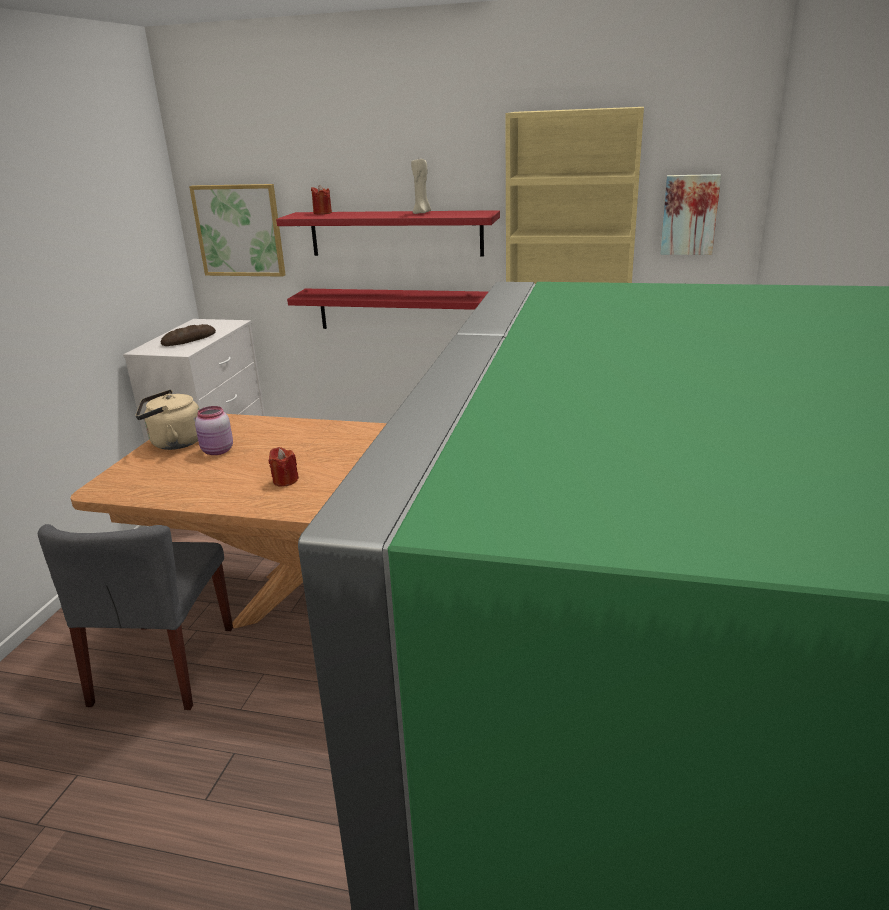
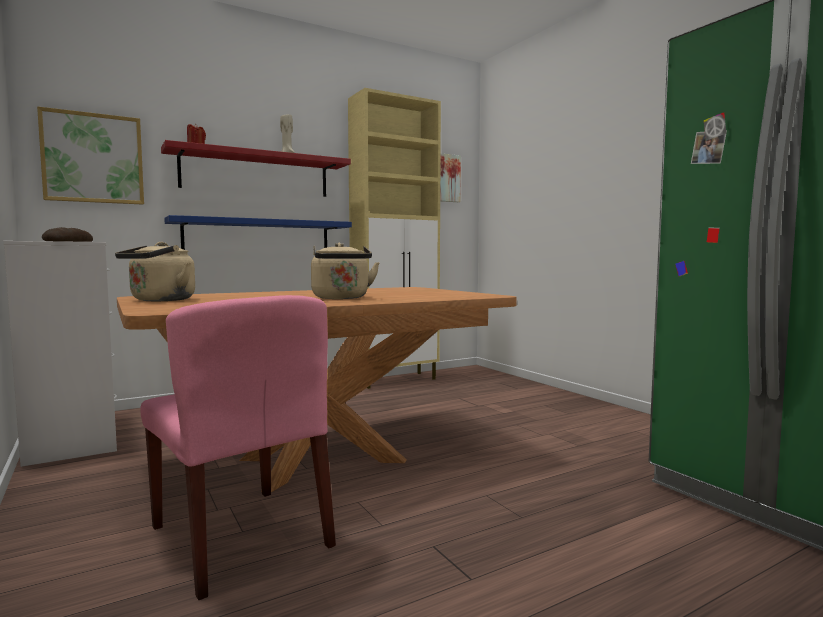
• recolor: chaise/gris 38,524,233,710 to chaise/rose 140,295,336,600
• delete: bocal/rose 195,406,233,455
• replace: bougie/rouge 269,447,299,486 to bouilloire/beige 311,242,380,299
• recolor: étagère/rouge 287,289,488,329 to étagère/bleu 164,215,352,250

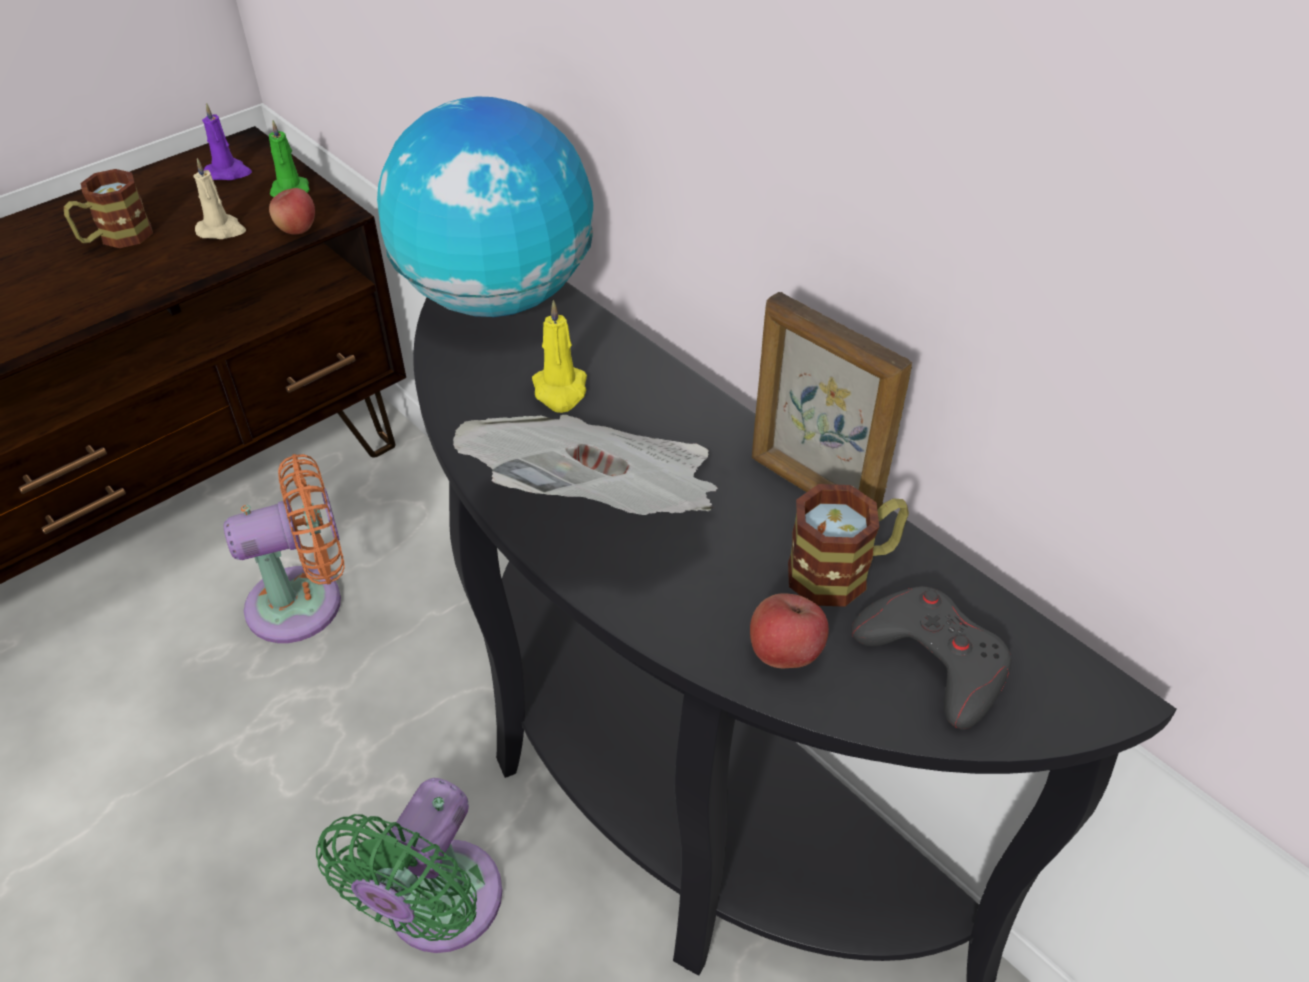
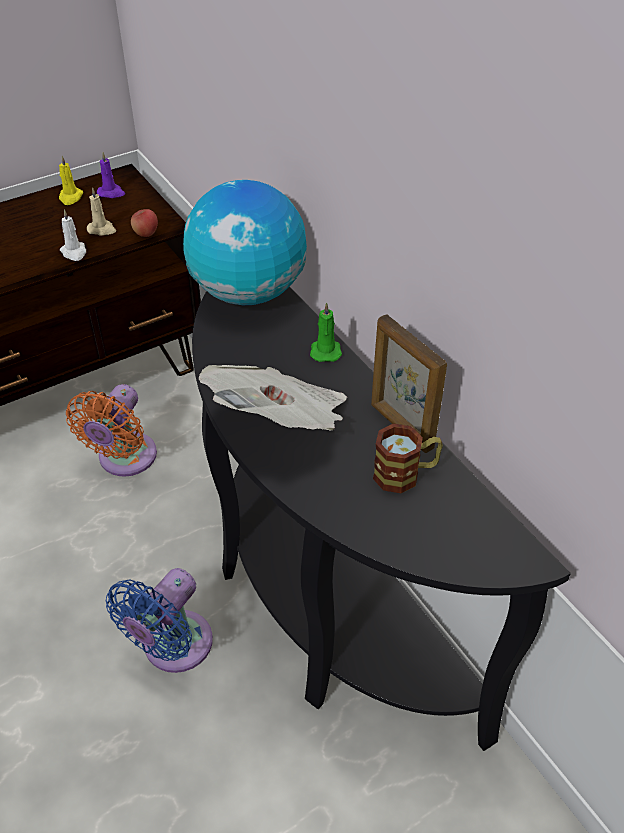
• delete: mug 64,169,153,248
• rotate: ventilateur/orange 223,454,345,643 = 66,384,157,477 120 degrees clockwise
• move: bougie/vert 269,120,310,197 to 310,302,342,362
• recolor: ventilateur/vert 316,778,502,953 to ventilateur/bleu 106,568,213,673
• move: bougie/jaune 532,300,587,413 to 59,156,84,205
• delete: pomme 750,593,829,669
• delete: manette/gris 851,586,1011,729
• insert: bougie/blanc 60,209,86,261

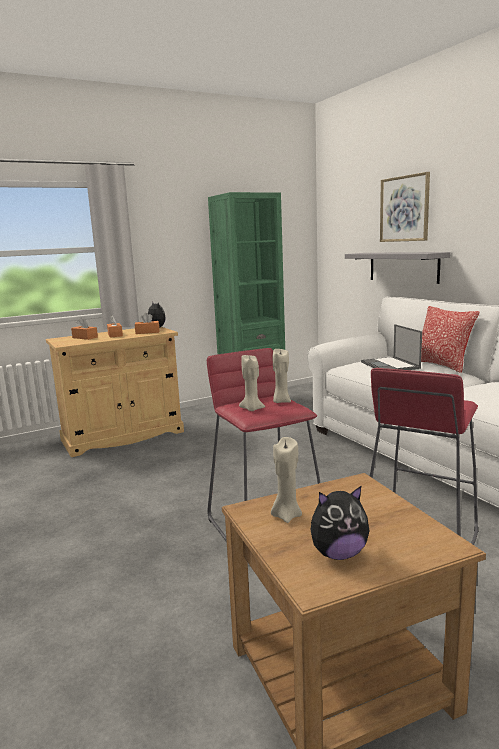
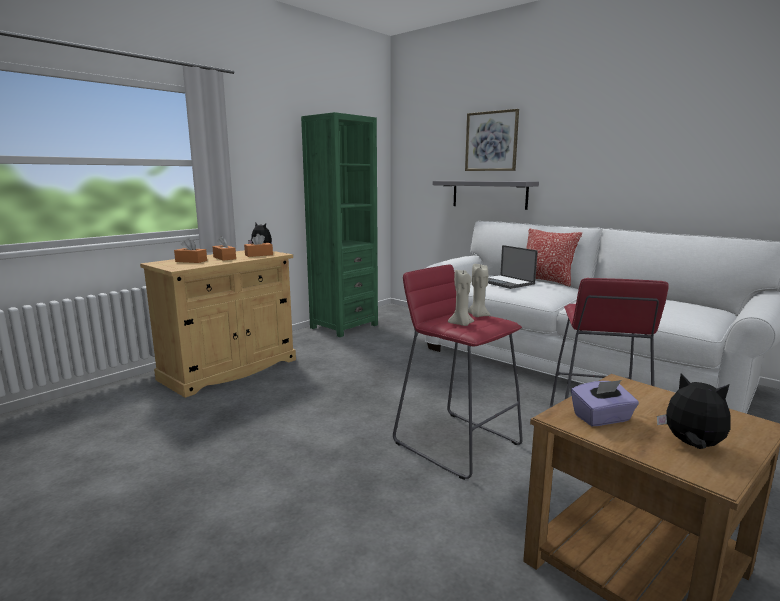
• replace: bougie/beige 271,437,302,523 to boîte à mouchoirs/violet 571,380,639,426
• rotate: peluche 311,486,369,560 = 657,373,731,449 105 degrees counterclockwise

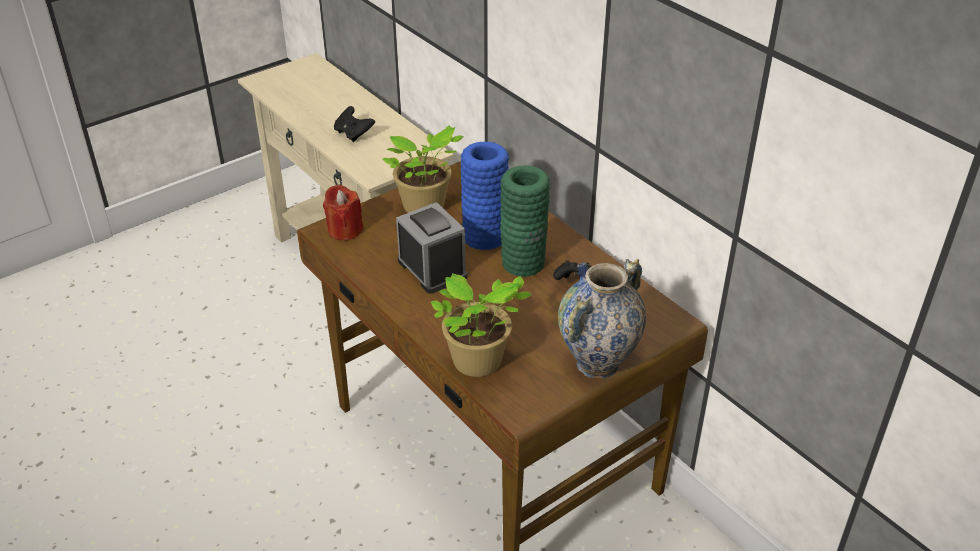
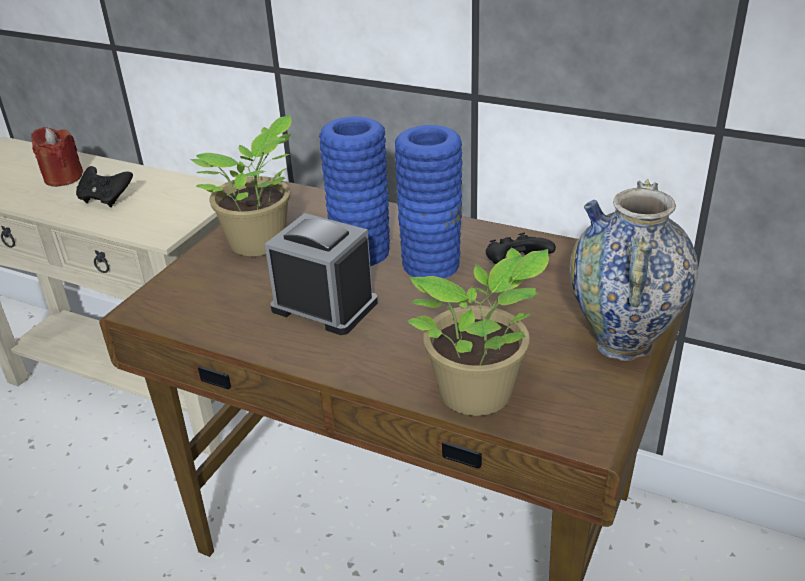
• move: bougie/rouge 323,184,363,241 to 31,127,83,187
• recolor: vase/vert 500,165,550,277 to vase/bleu 395,125,463,279

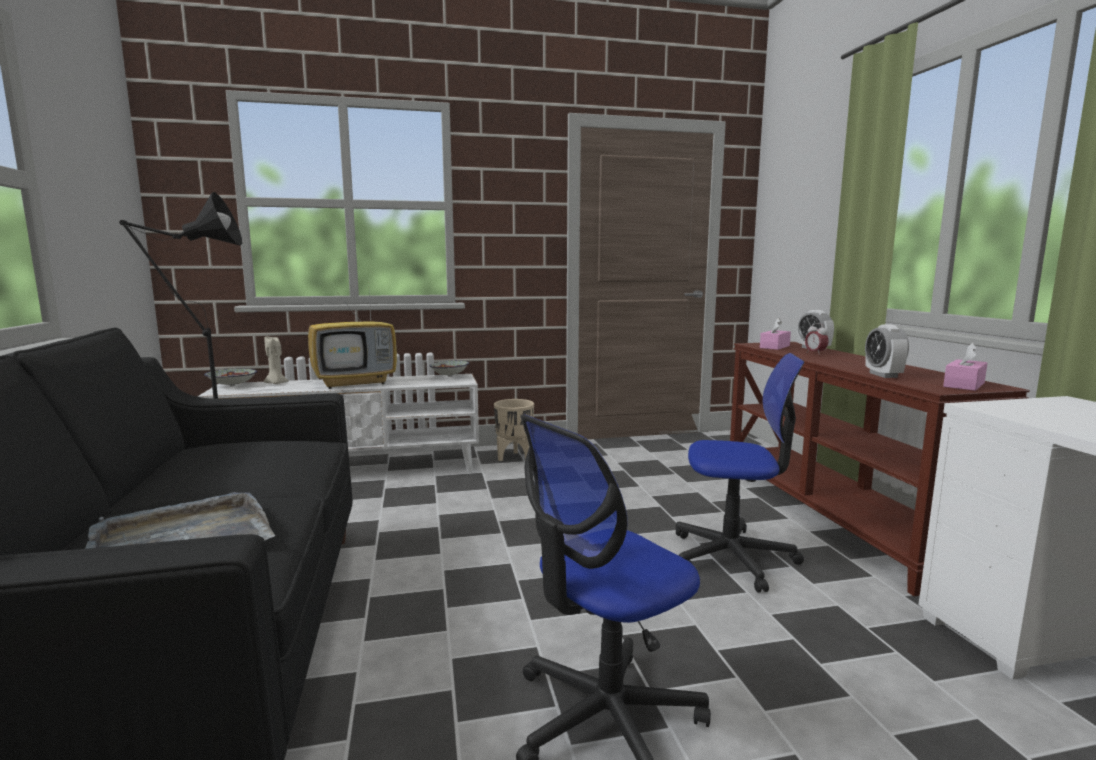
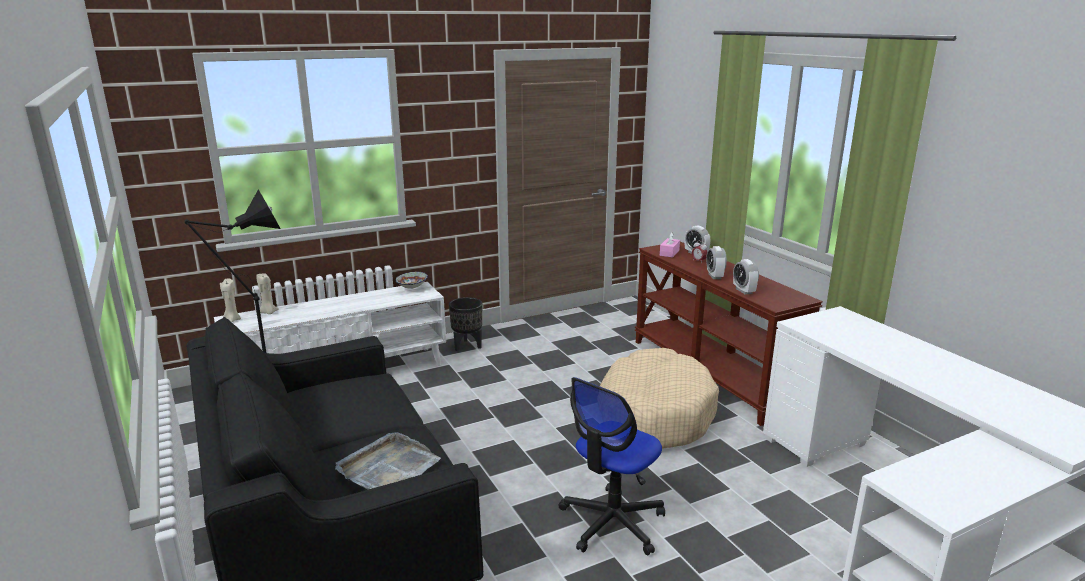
• replace: bol 204,369,258,386 to bougie/beige 220,278,241,322
• delete: téléviseur 308,279,397,389
• recolor: cache-pot/beige 494,399,534,461 to cache-pot/noir 449,297,482,351
• replace: chaise de bureau 676,353,804,593 to panier pour chien/beige 600,348,719,449
• delete: boîte à mouchoirs/rose 943,343,987,391
• insert: réveil 706,246,727,279

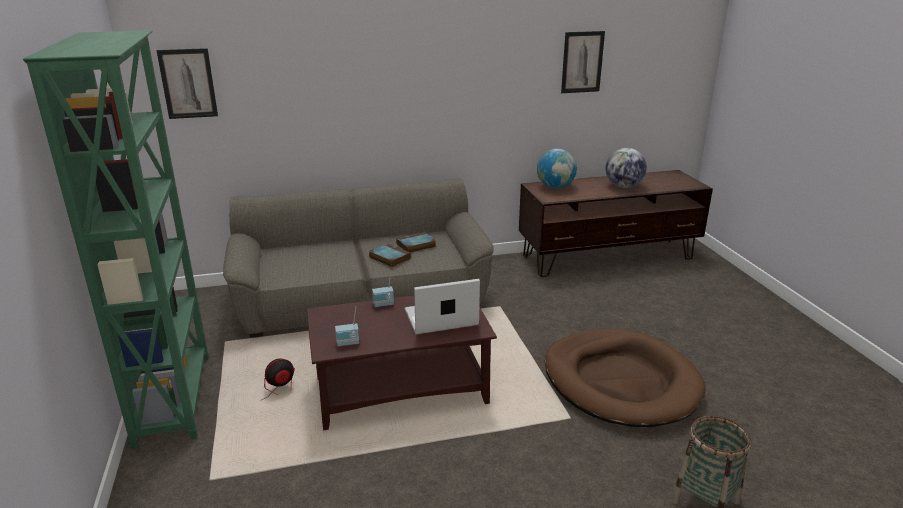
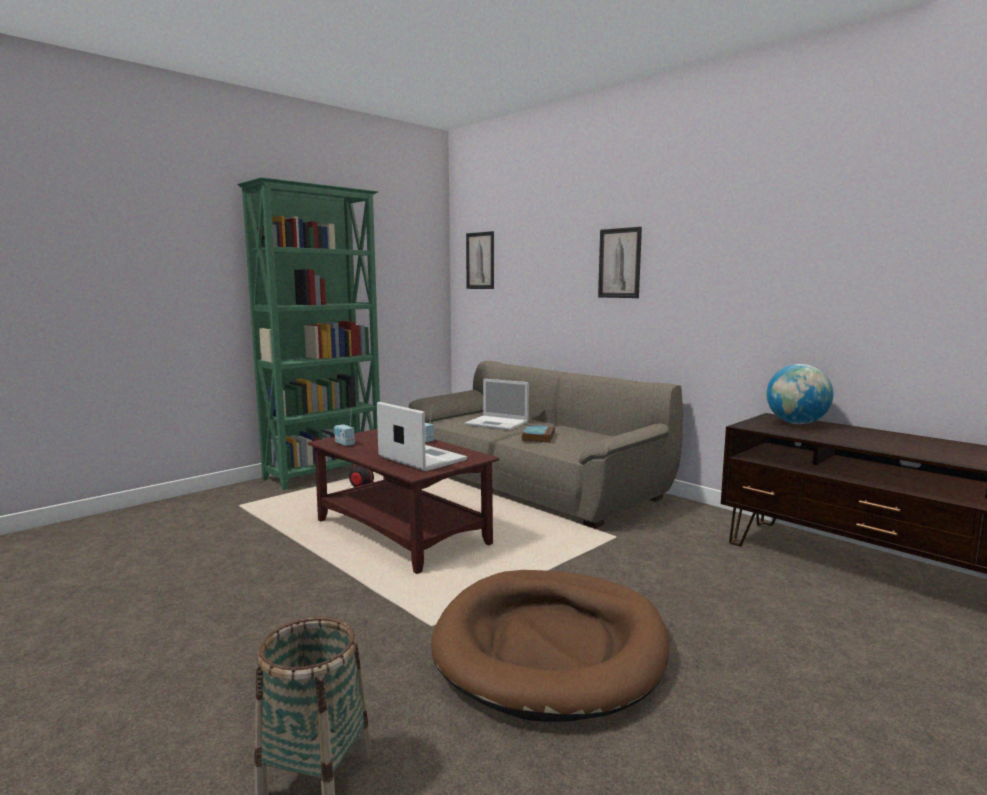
• delete: livre 396,232,436,253
• move: tableau 561,31,605,93 to 598,227,642,298
• delete: globe 605,148,647,188
• insert: ordinateur portable 464,379,529,431

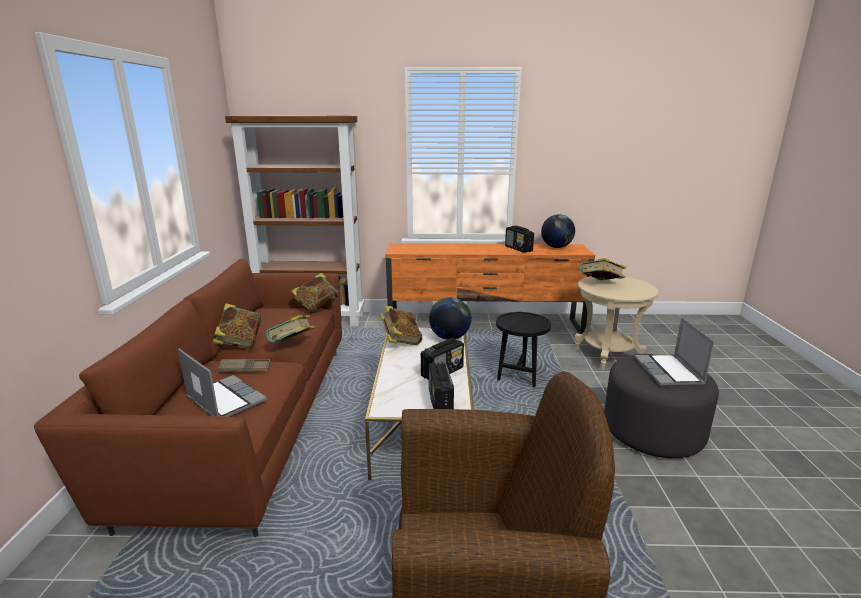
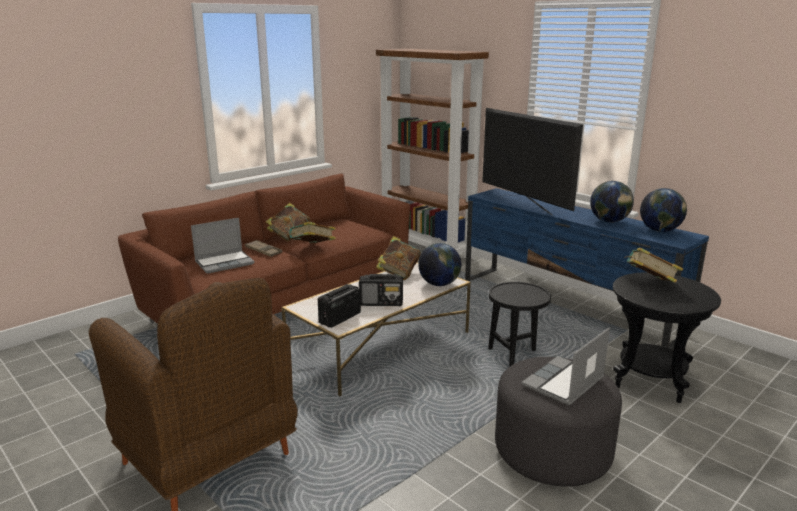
• rotate: ordinateur portable 178,349,267,417 = 191,218,255,274 60 degrees clockwise
• delete: livre 291,273,339,314
• recolor: meuble télé/orange 385,243,595,334 to meuble télé/bleu 465,188,709,350
• replace: radio 505,226,534,253 to globe 590,181,634,223
• recolor: table d'appoint/beige 575,276,658,370 to table d'appoint/noir 613,272,721,403
• insert: téléviseur 482,108,583,215

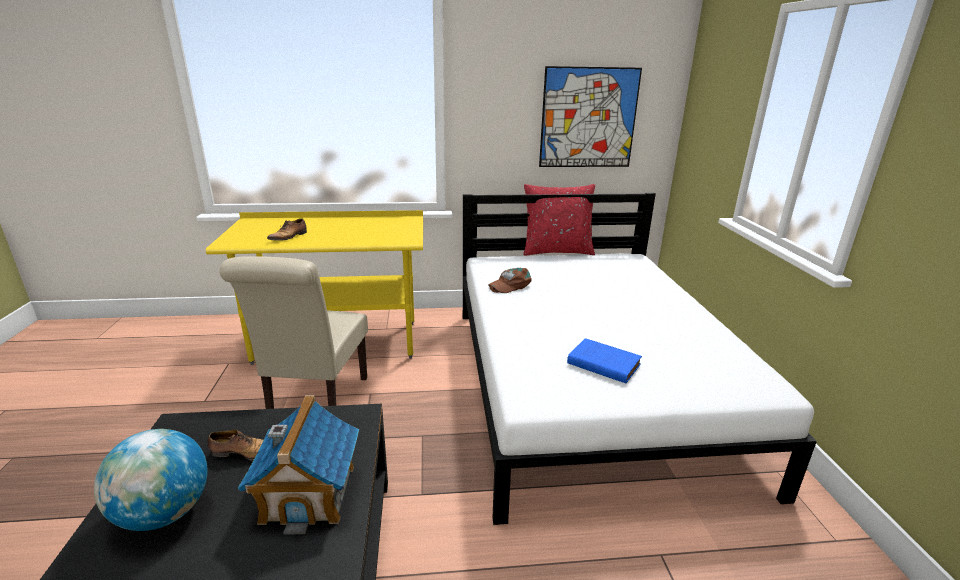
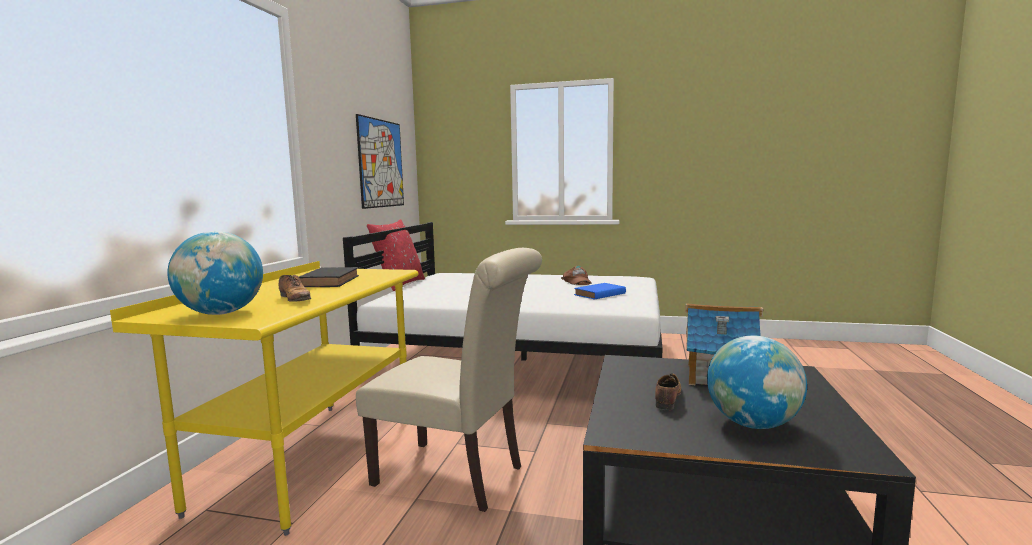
• move: casquette/marron 488,268,532,293 to 561,266,592,285
• insert: globe 167,231,263,315
• insert: livre/noir 299,267,359,287

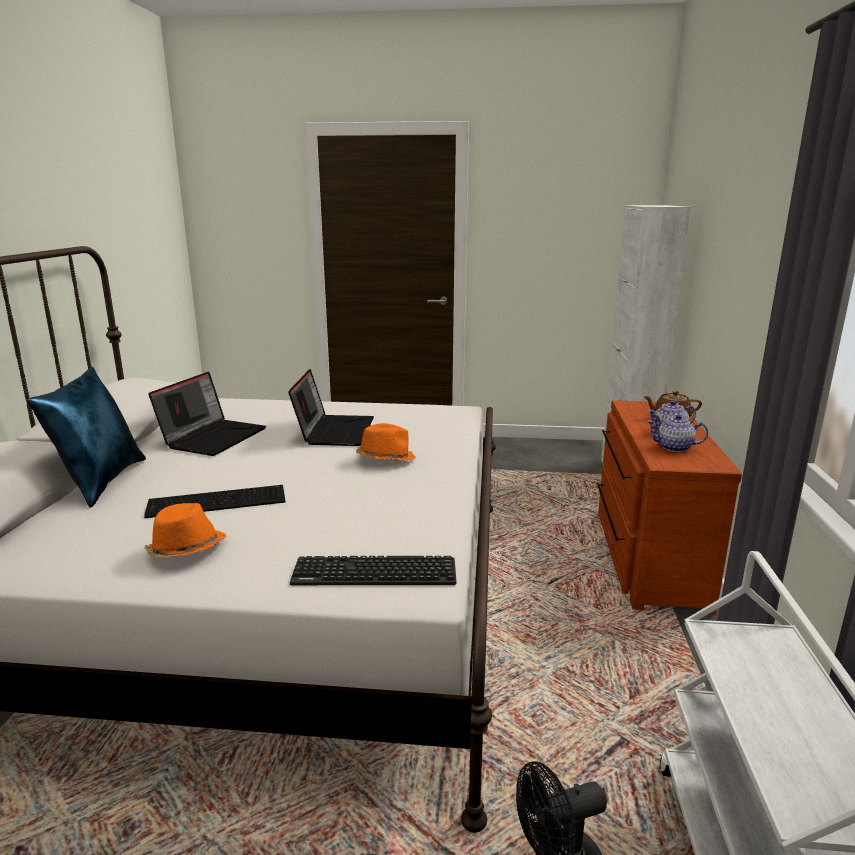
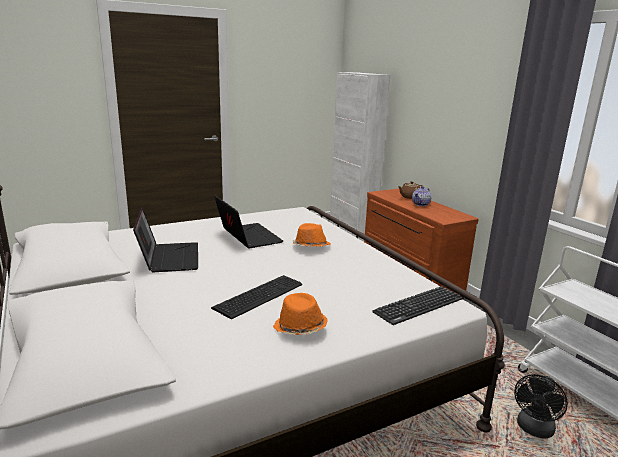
• delete: coussin/bleu 27,367,146,508
• delete: théière 647,414,708,452

